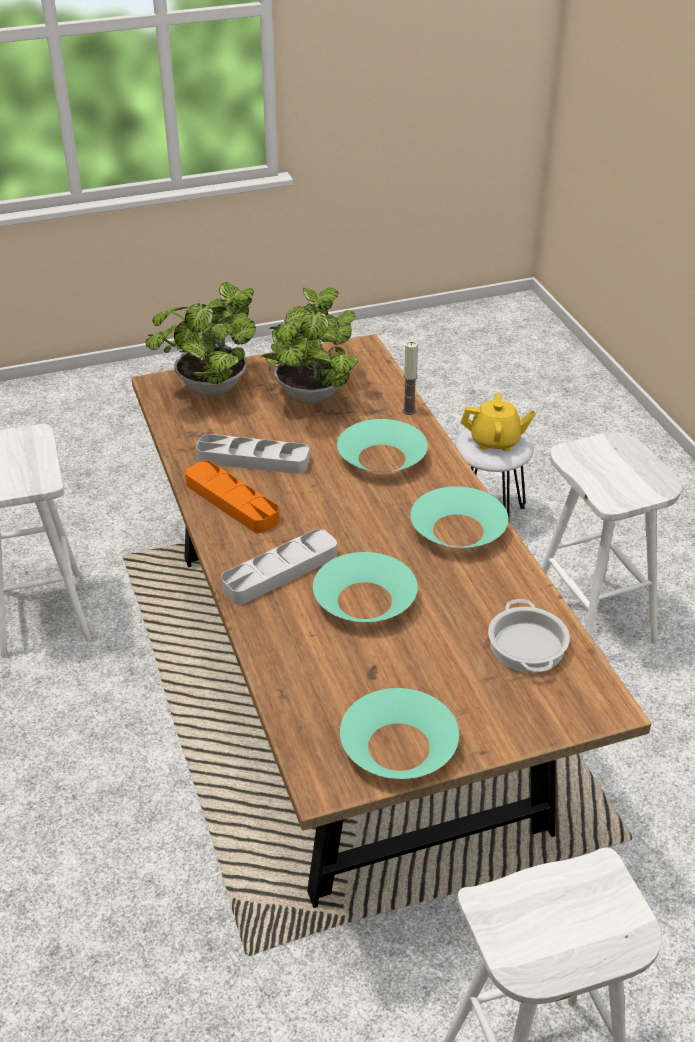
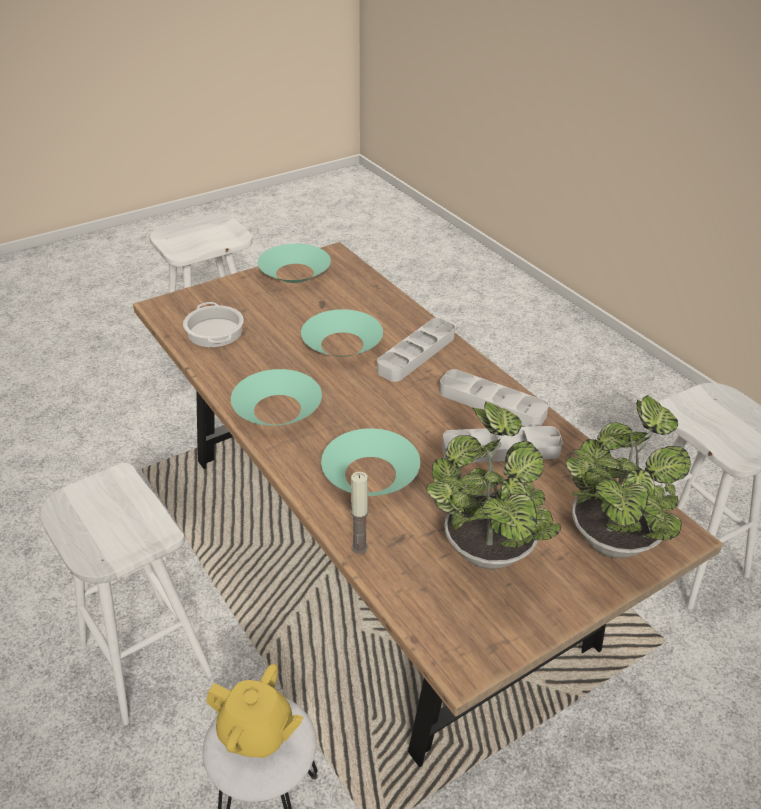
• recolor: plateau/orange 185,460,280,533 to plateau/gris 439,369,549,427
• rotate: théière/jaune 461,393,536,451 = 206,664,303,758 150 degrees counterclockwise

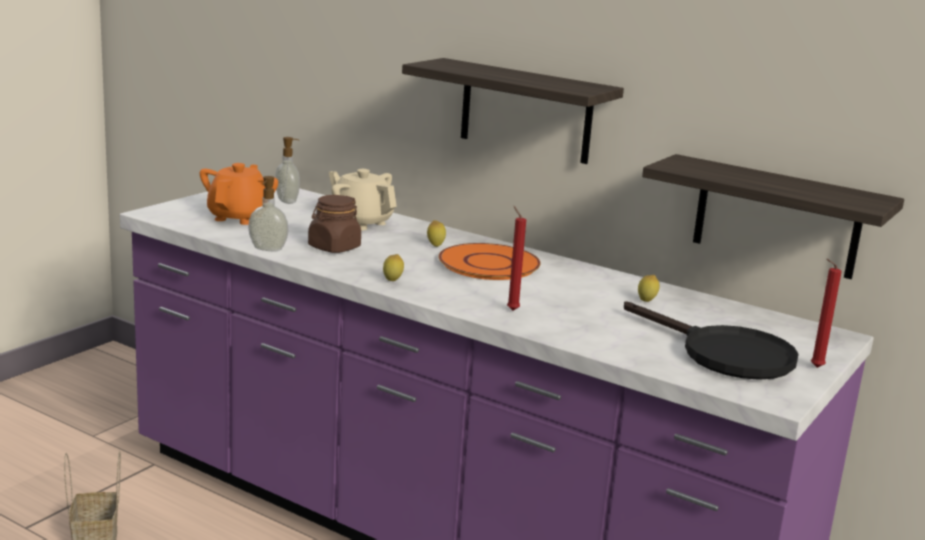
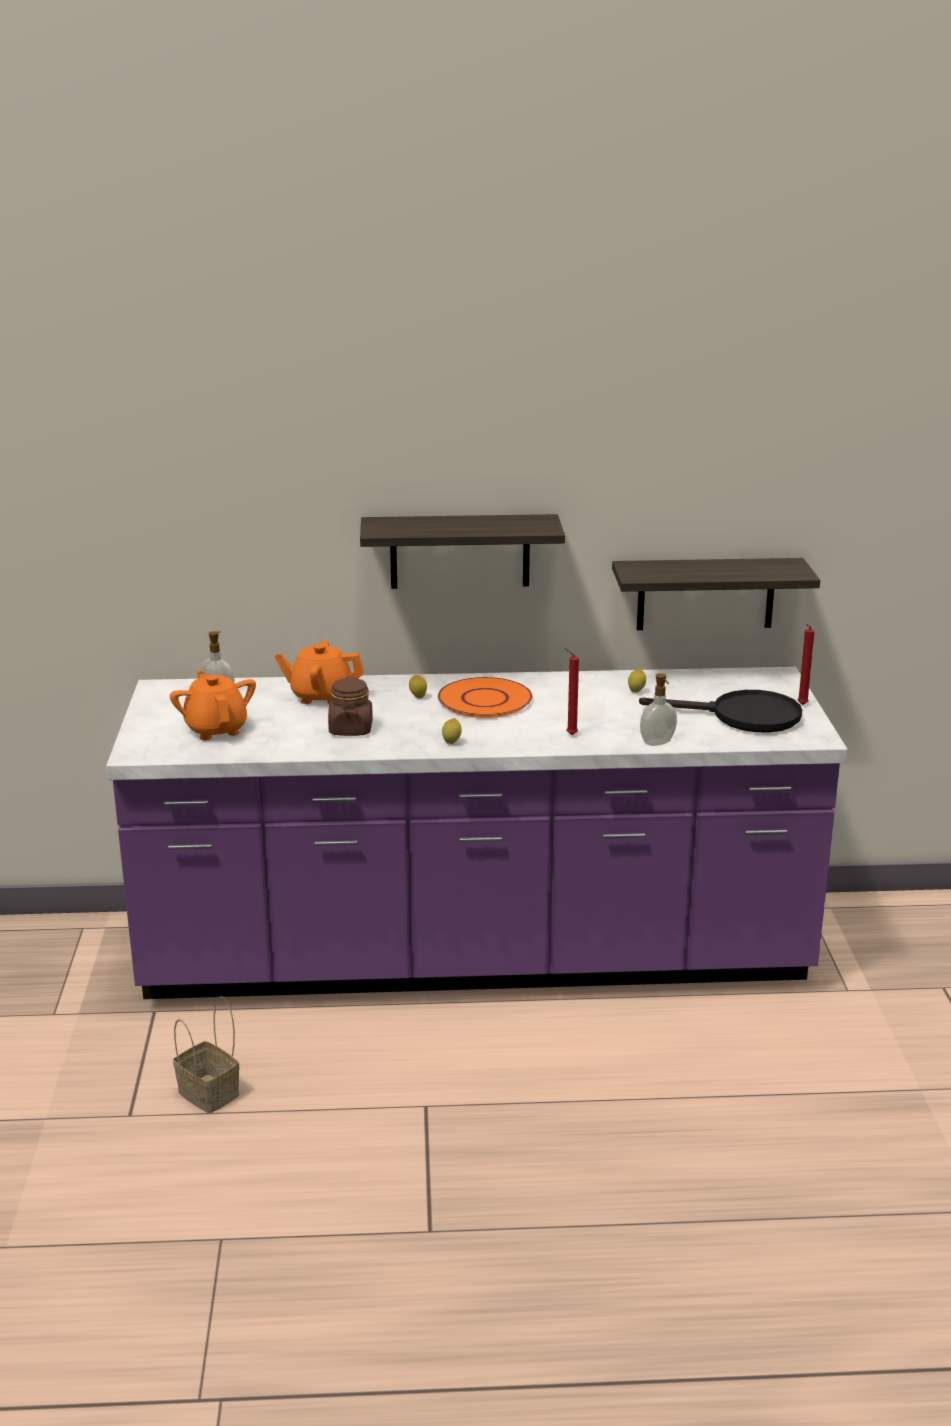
• move: distributeur de savon 248,176,289,252 to 640,673,677,746
• recolor: théière/beige 329,169,397,230 to théière/orange 275,640,364,704

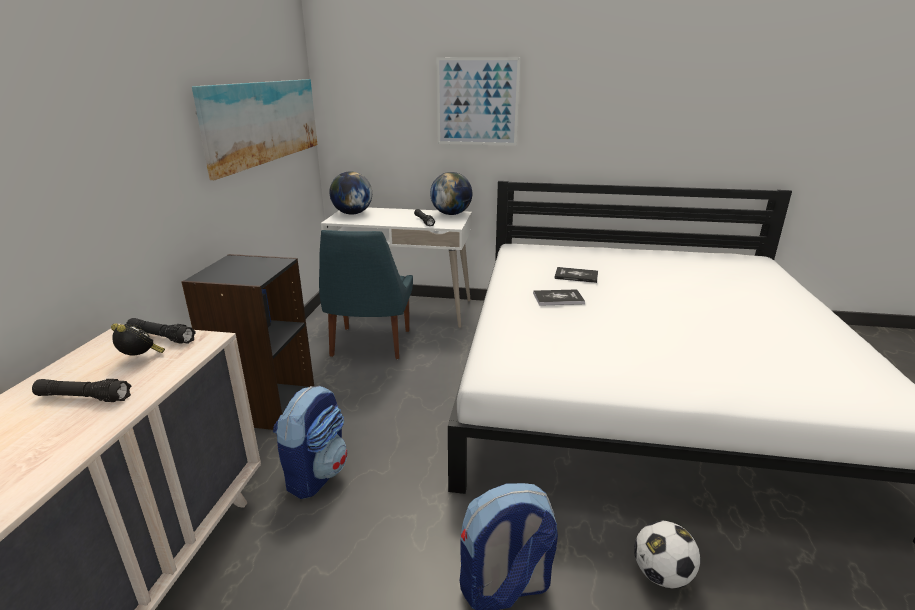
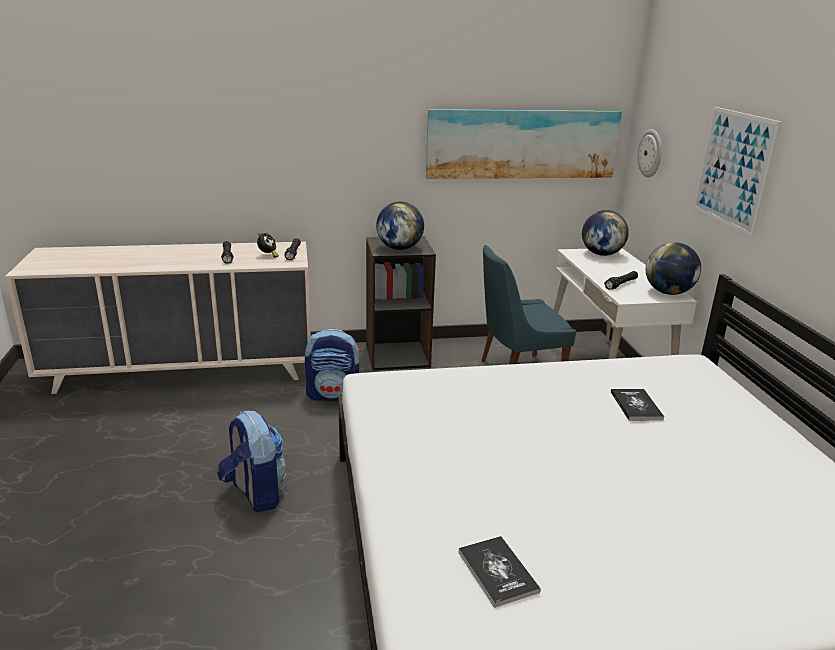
• move: livre 533,289,585,306 to 458,536,541,608
• delete: ballon de foot 634,520,700,589
• insert: globe 376,202,424,250
• insert: horloge murale 638,129,662,178

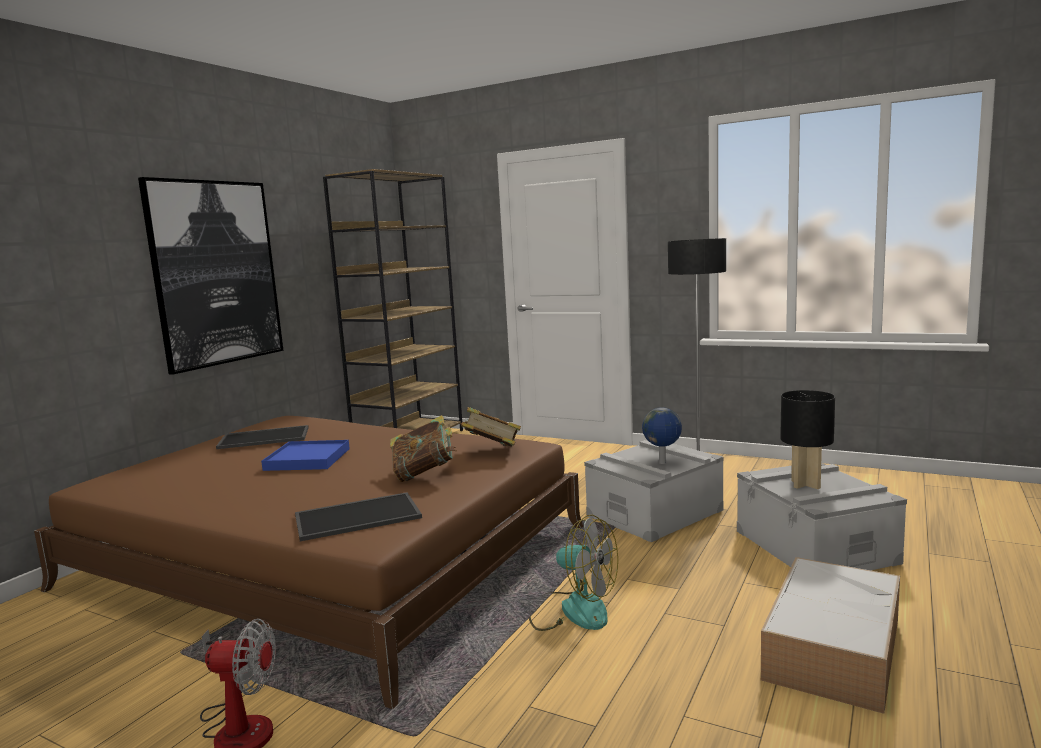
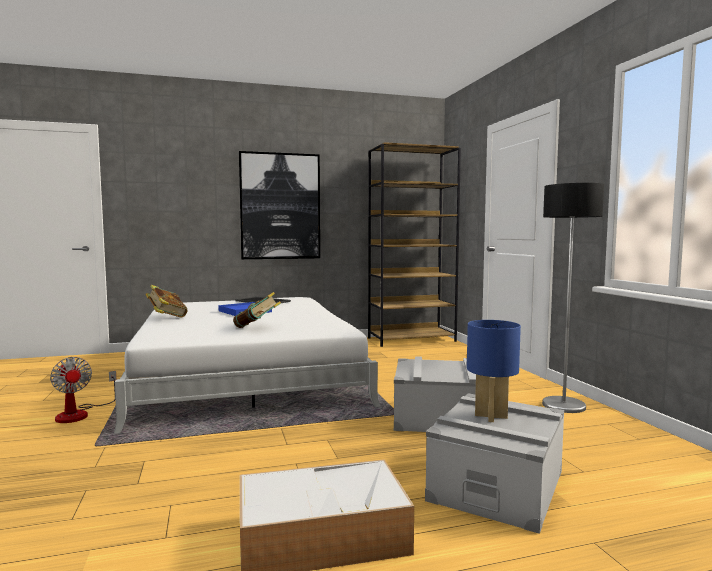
• recolor: lit/marron 34,416,583,709 to lit/blanc 114,297,380,433
• delete: plateau 295,492,422,541
• move: livre 460,407,521,447 to 145,285,187,318
• delete: ventilateur 529,515,618,631
• delete: globe 642,407,682,464
• recolor: lampe de table/noir 780,390,835,489 to lampe de table/bleu 467,320,521,422

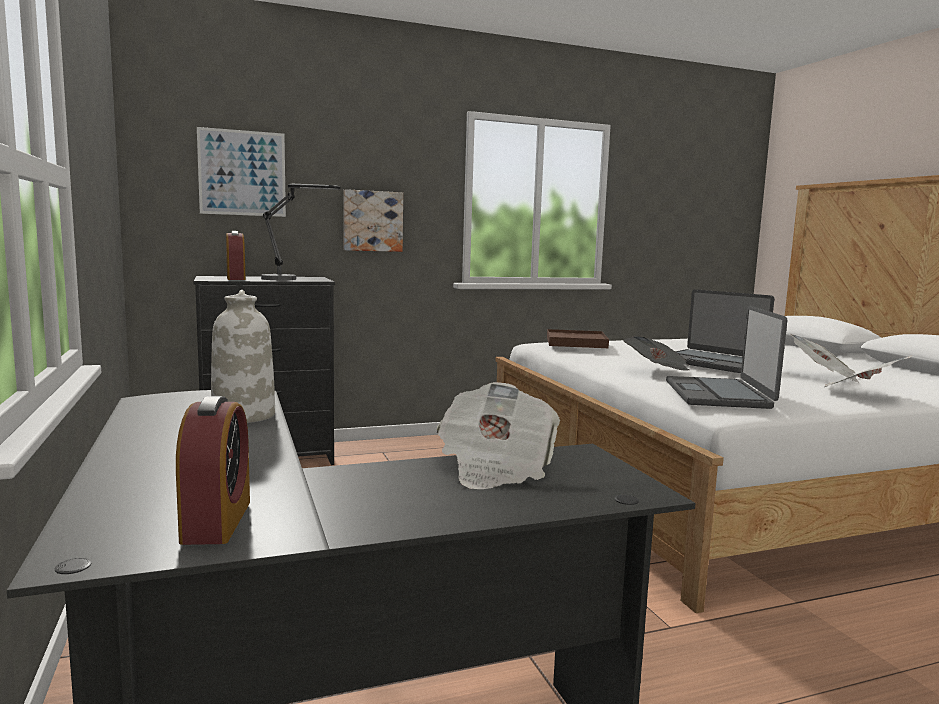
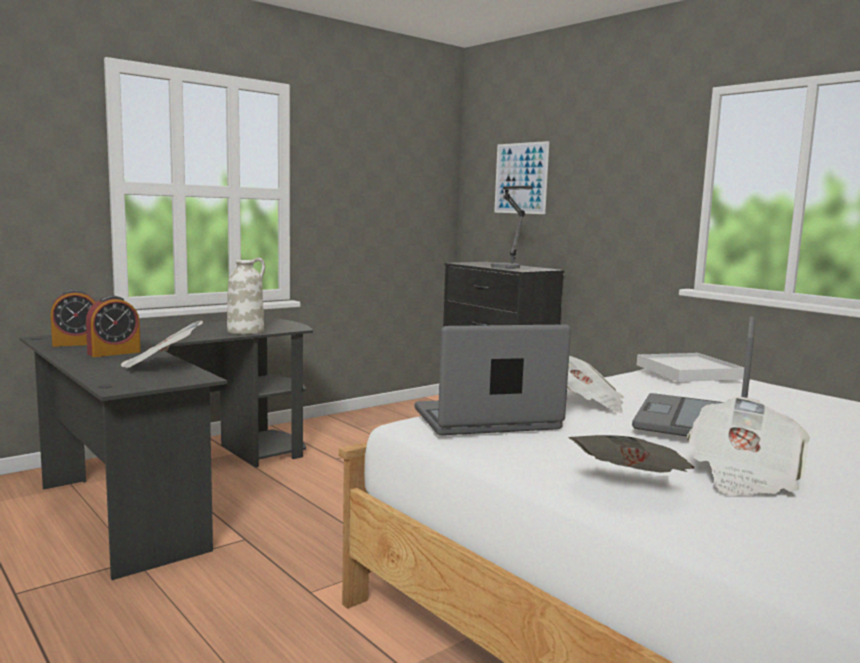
• move: réveil 226,231,246,280 to 86,295,141,357
• delete: tableau 343,189,403,252
• recolor: plateau/marron 547,329,609,348 to plateau/blanc 637,353,744,382

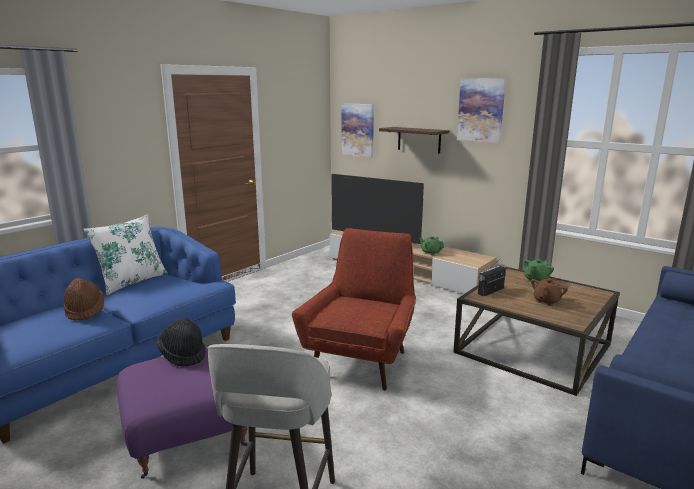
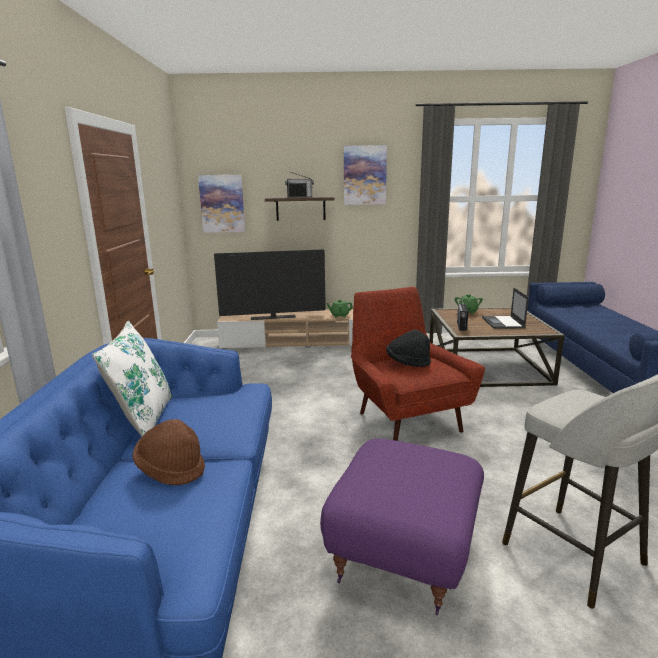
• move: chapeau/noir 157,318,206,366 to 386,330,431,367
• replace: théière/marron 531,278,568,306 to ordinateur portable 482,288,529,329
• insert: radio 285,172,314,198

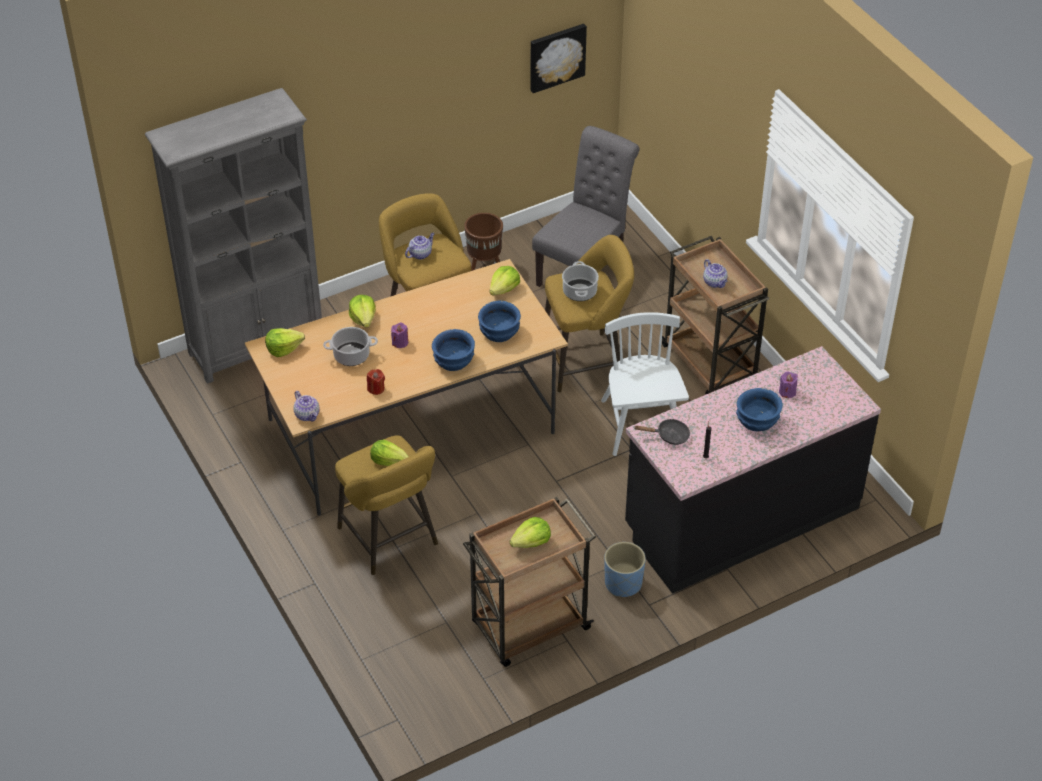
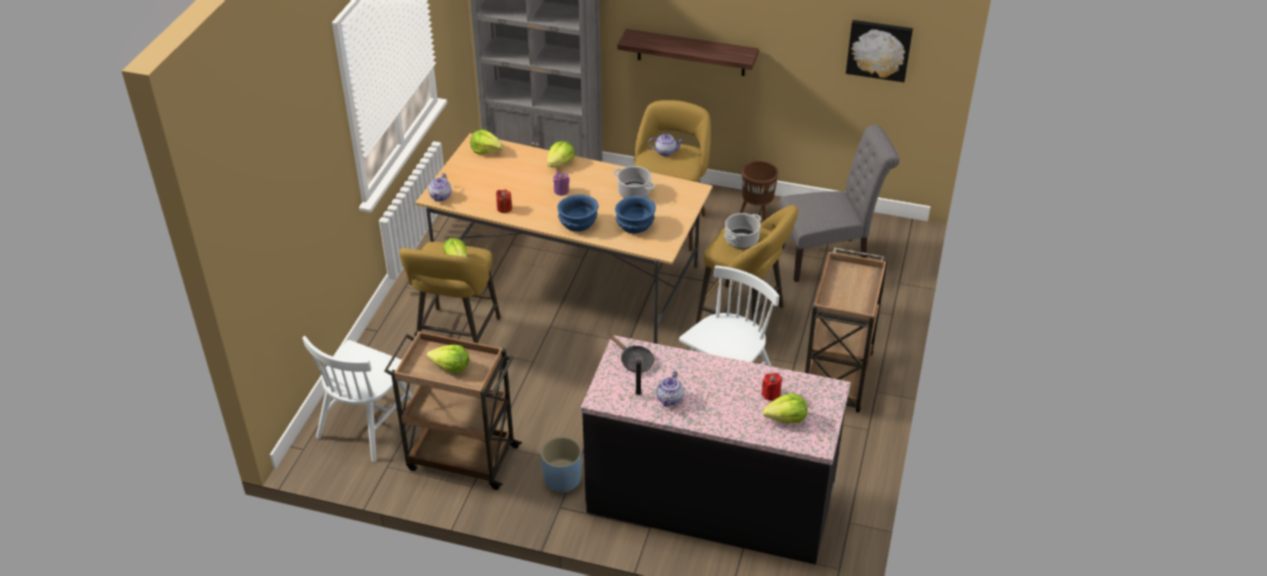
• move: marmite 323,327,378,366 to 613,166,655,198
• move: laitue 489,266,520,296 to 763,393,808,423
• move: théière 703,259,728,288 to 656,371,684,407
• delete: bol/bleu 736,388,783,431
• recolor: bougie/violet 779,372,798,398 to bougie/rouge 761,373,782,401
• insert: chaise/blanc 302,336,413,462
• insert: étagère 617,29,759,76

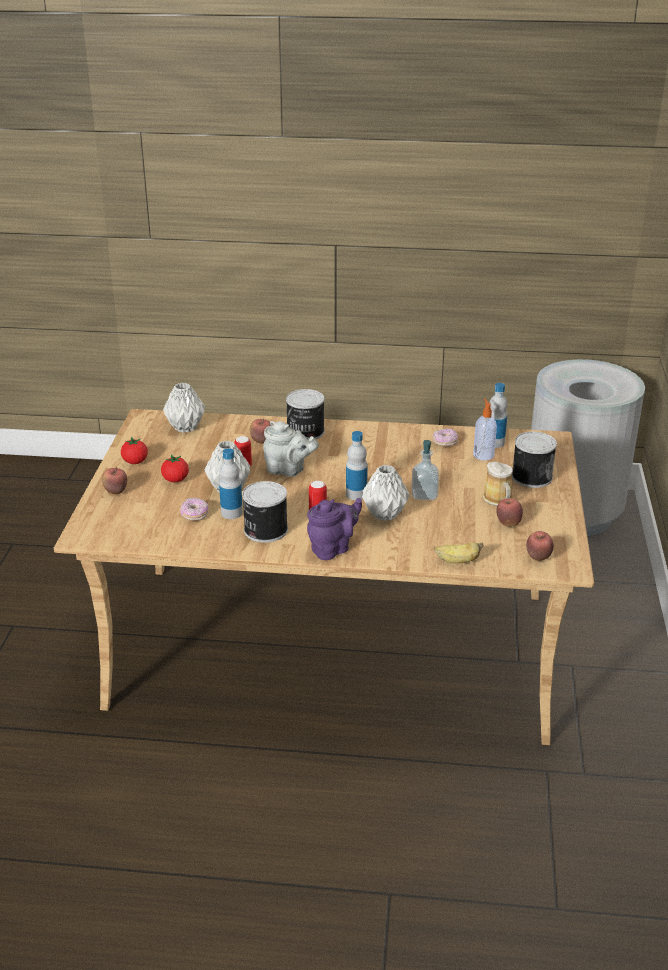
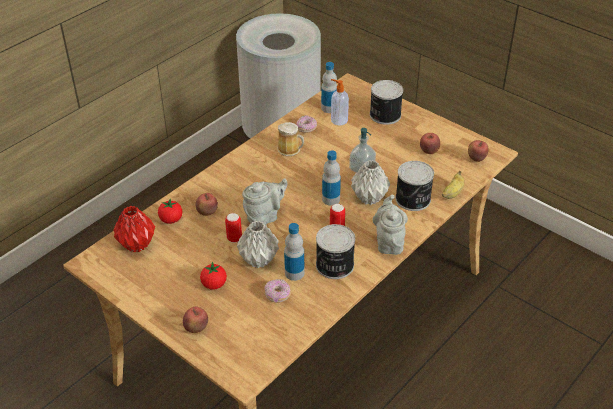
• move: tomate 121,437,148,464 to 158,199,182,224
• recolor: vase/gris 163,383,205,433 to vase/rouge 113,206,155,252
• move: boîte métallique 286,389,325,440 to 395,161,434,211
• recolor: théière/violet 307,498,362,560 to théière/gris 372,195,408,255
• move: mug 483,461,513,506 to 277,122,304,156

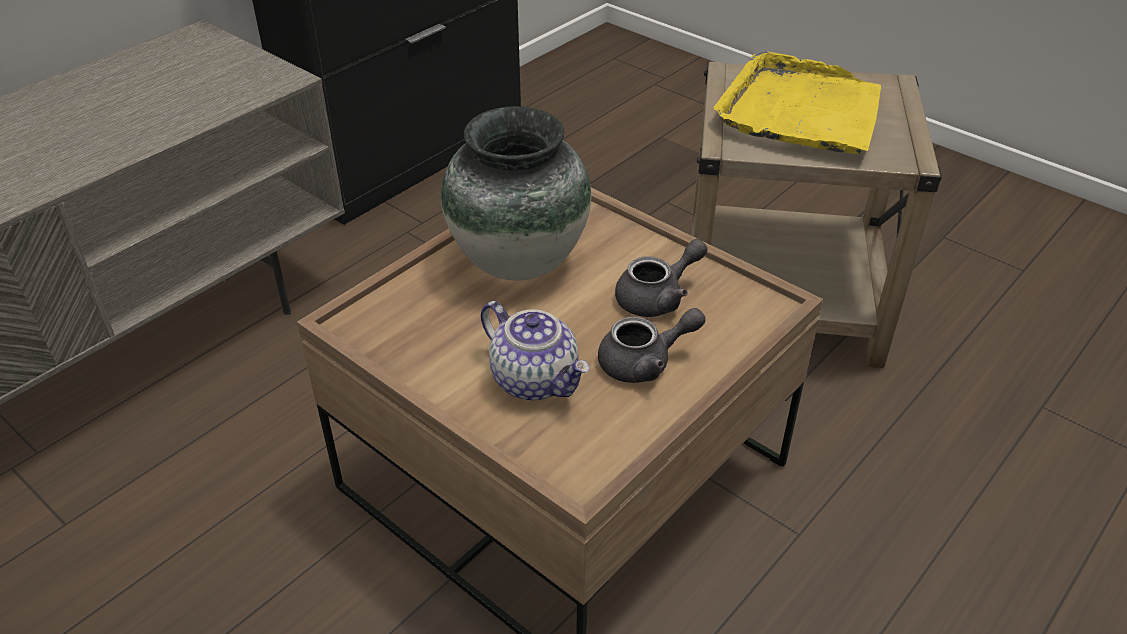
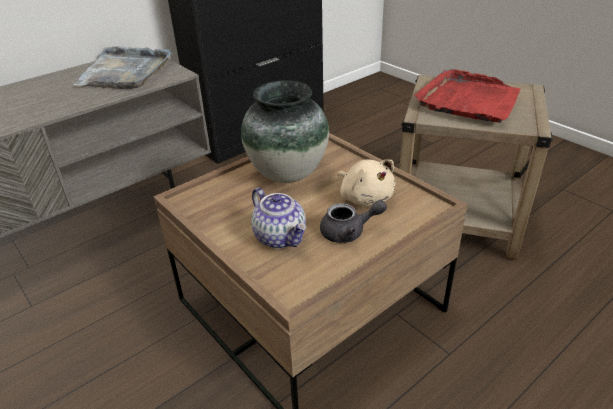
• replace: théière/gris 615,239,707,317 to peluche/beige 338,159,395,206
• recolor: plateau/jaune 713,51,881,154 to plateau/rouge 414,69,520,123
• insert: plateau/gris 74,46,172,89

